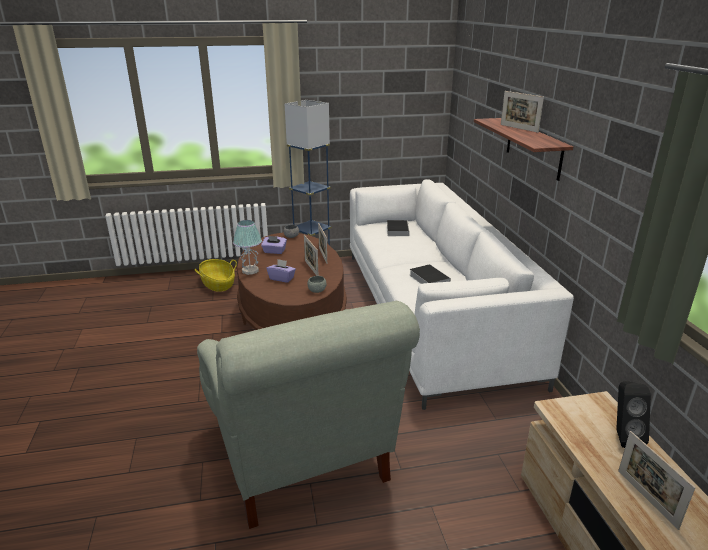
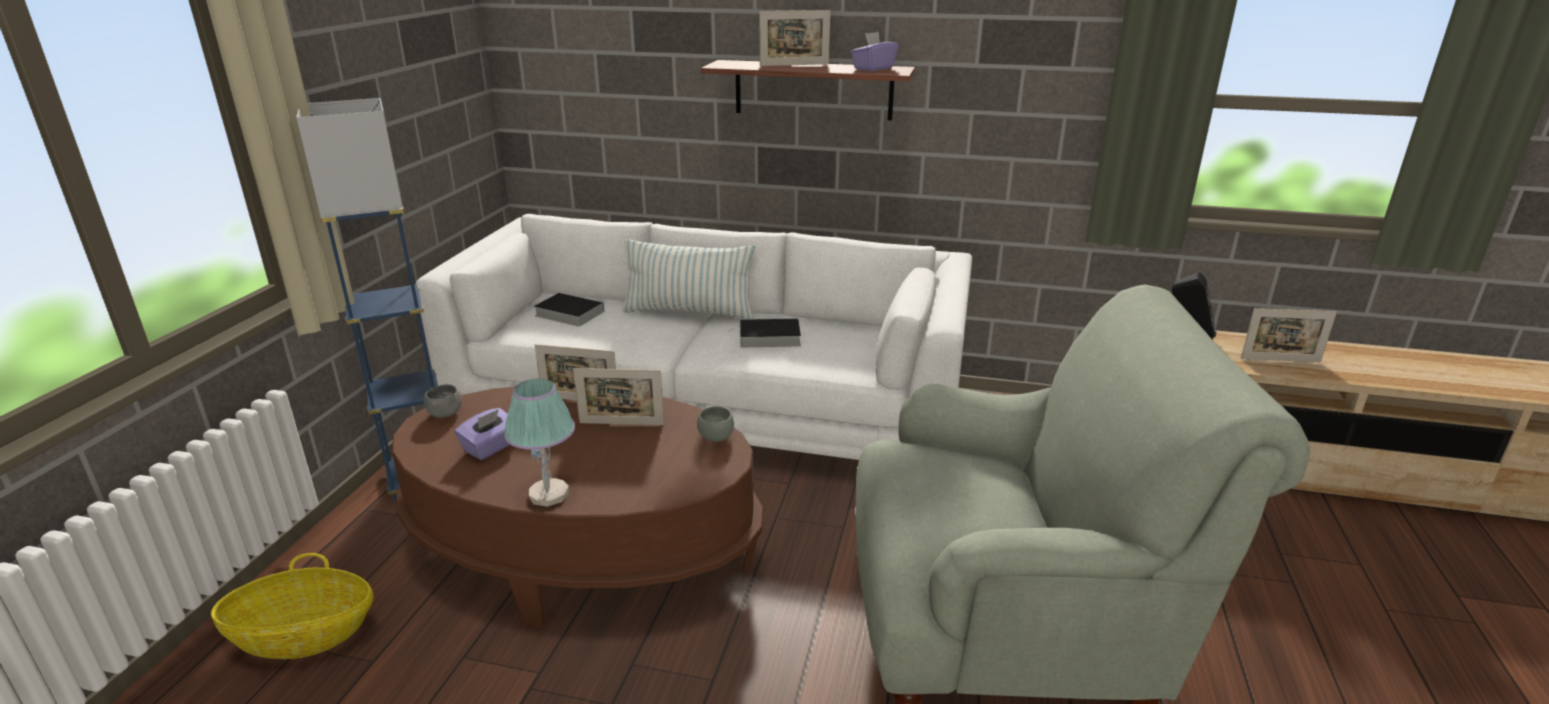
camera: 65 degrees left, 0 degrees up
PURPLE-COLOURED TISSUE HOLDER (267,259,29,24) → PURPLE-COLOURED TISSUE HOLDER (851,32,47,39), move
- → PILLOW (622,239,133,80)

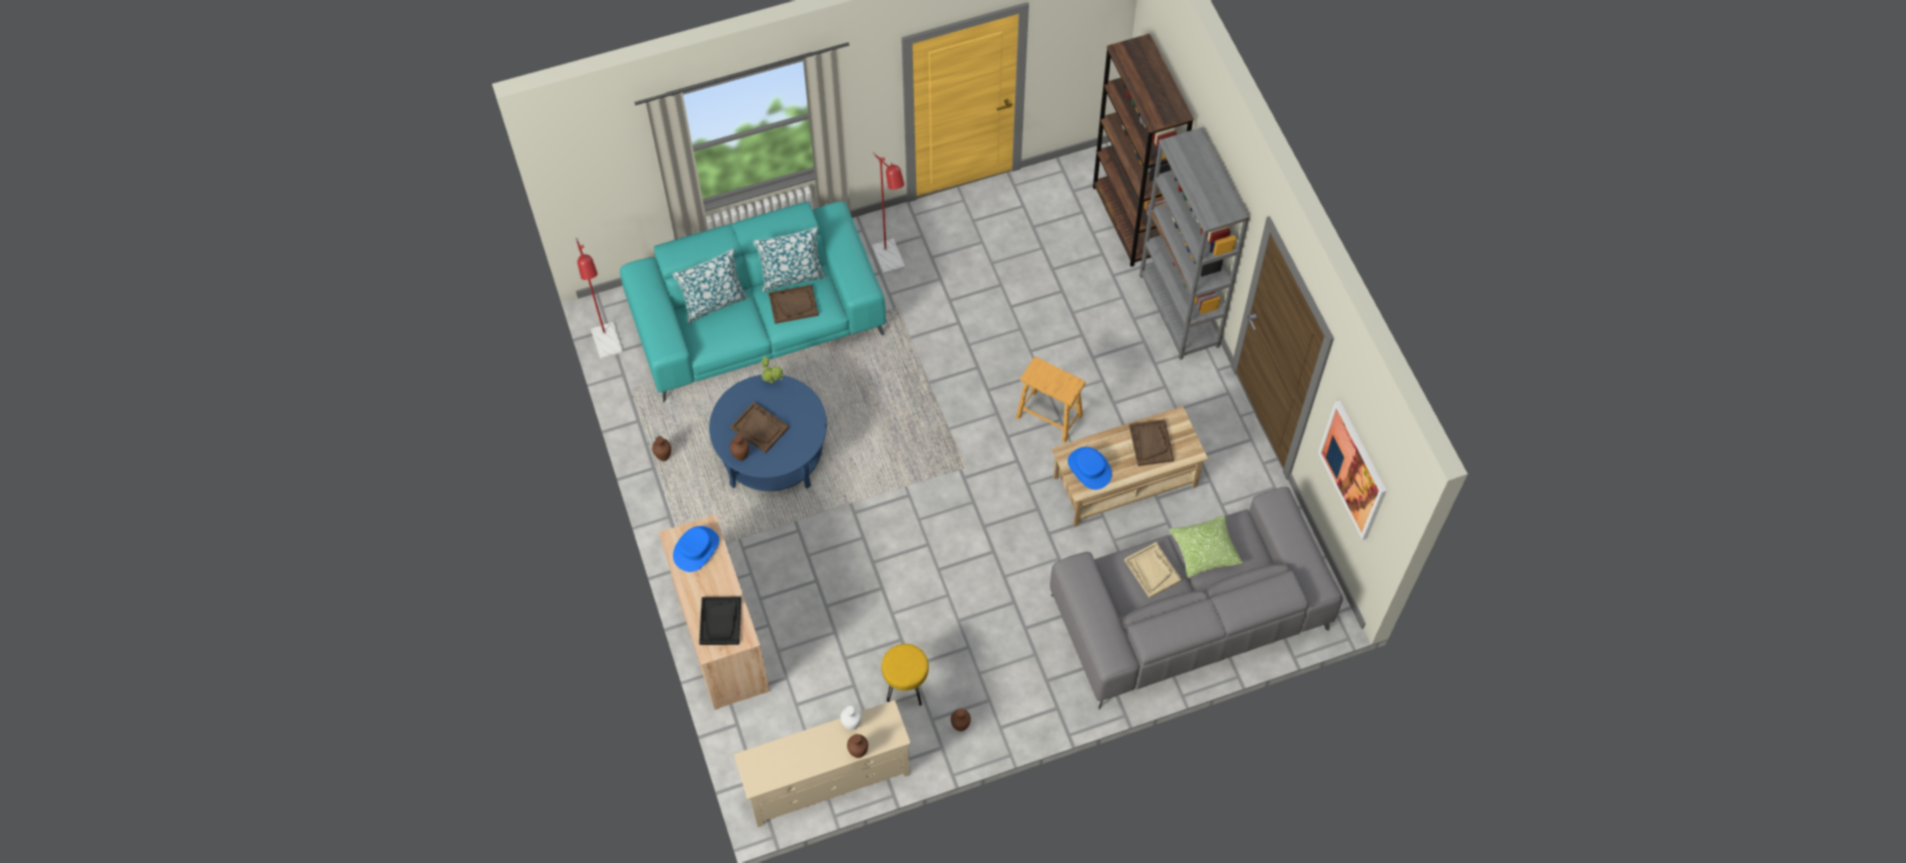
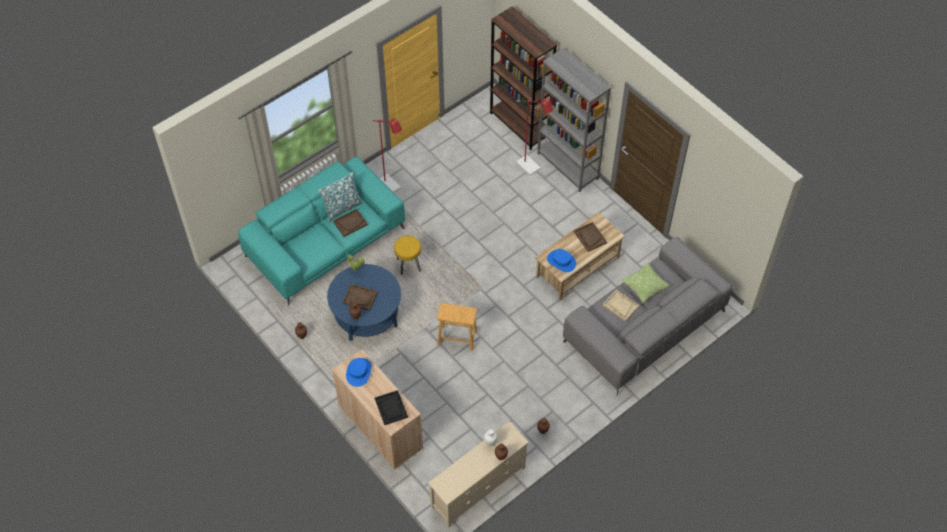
camera: 20 degrees left, 5 degrees down
RED-COLOURED STANDING LAMP (575,238,48,121) → RED-COLOURED STANDING LAMP (516,98,37,78), move
PILLOW (672,249,76,74) → -
BROWN SITTING STOOL (1016,357,70,86) → BROWN SITTING STOOL (437,303,40,48), move
PICTURE (1318,400,69,140) → -
YELLOW SITTING STOOL (881,644,48,62) → YELLOW SITTING STOOL (394,236,27,39), move

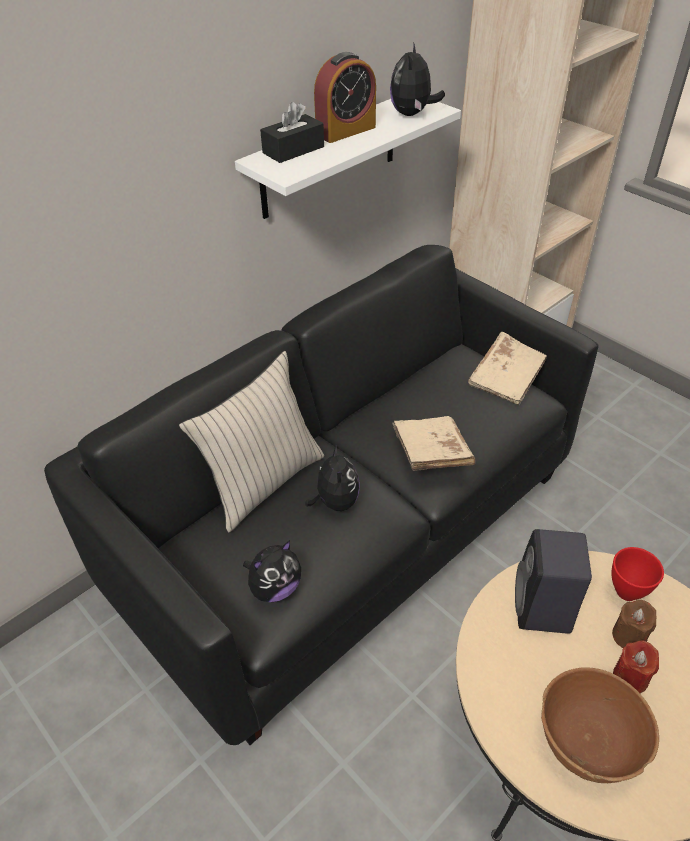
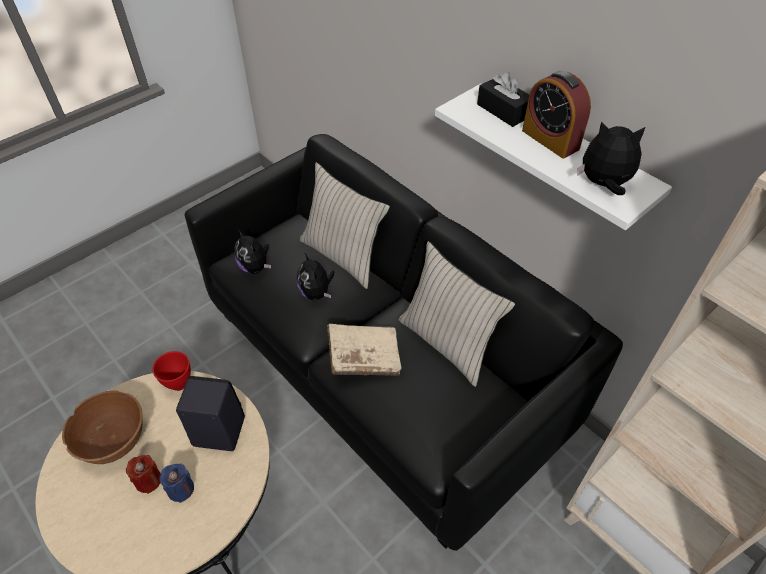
camera: 90 degrees right, 5 degrees up
SAND-COLOURED BOUND BOOK (468,332,79,73) → -
CUDDLY TOY (305,444,55,67) → CUDDLY TOY (297,252,37,48), 75 degrees clockwise
RED-COLOURED DEEP DISH (612,547,52,54) → RED-COLOURED DEEP DISH (152,351,39,40), move
BROWN WAX CANDLE (612,600,44,48) → BLUE-COLOURED WAX CANDLE (159,464,35,39)
- → SAND-COLOURED PILLOW (399,241,116,146)

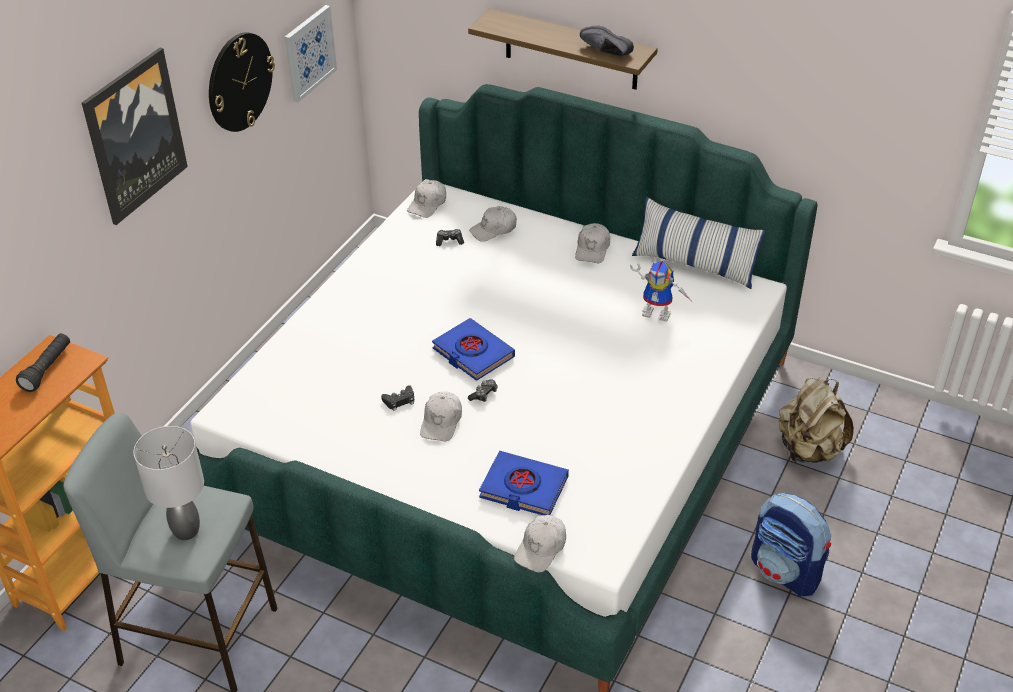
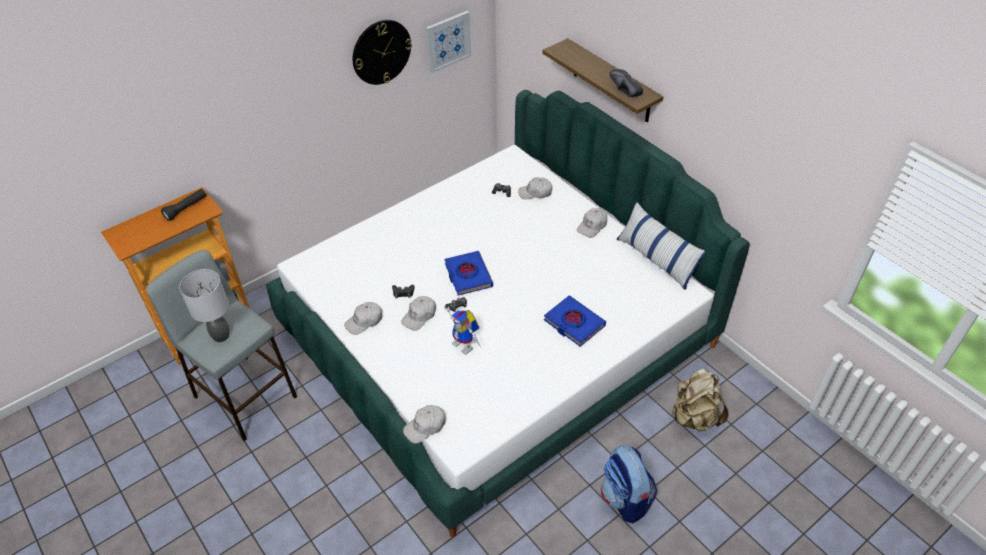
camera: 25 degrees right, 5 degrees up
PICTURE (82,48,106,177) → -
WHITISH PEAKED CAP (407,180,39,38) → WHITISH PEAKED CAP (344,302,38,33), move
MODEL ROBOT (630,260,61,62) → MODEL ROBOT (444,305,37,50), move
BLUE-COLOURED BOUND BOOK (479,451,90,64) → BLUE-COLOURED BOUND BOOK (544,296,62,51), move

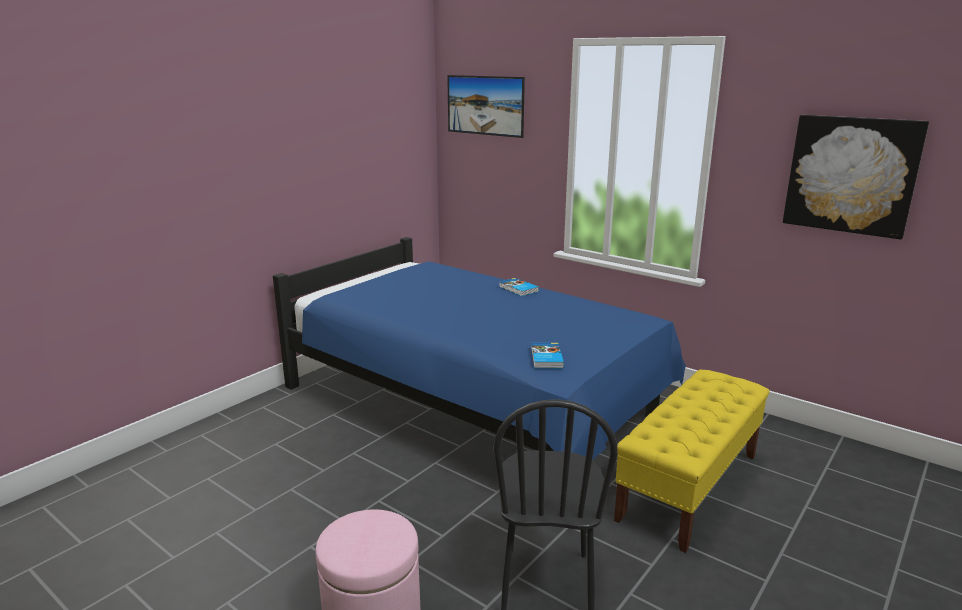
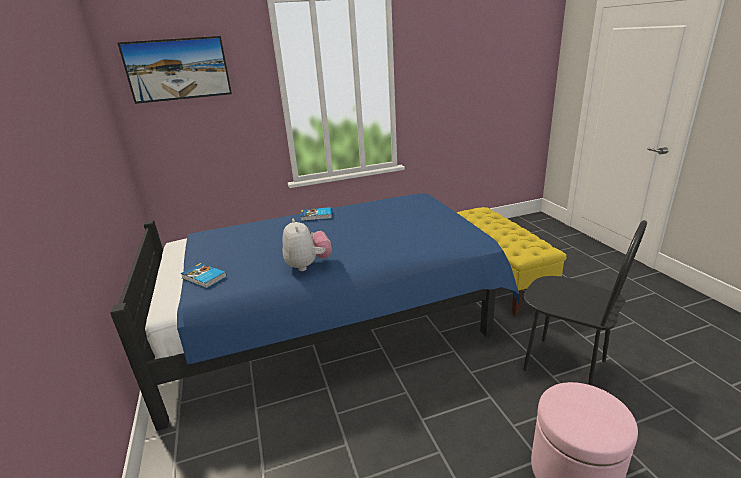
camera: 55 degrees left, 5 degrees up
PICTURE (783,115,146,124) → -
BOUND BOOK (531,343,33,25) → BOUND BOOK (180,263,47,25), move
- → CUDDLY TOY (282,219,50,52)

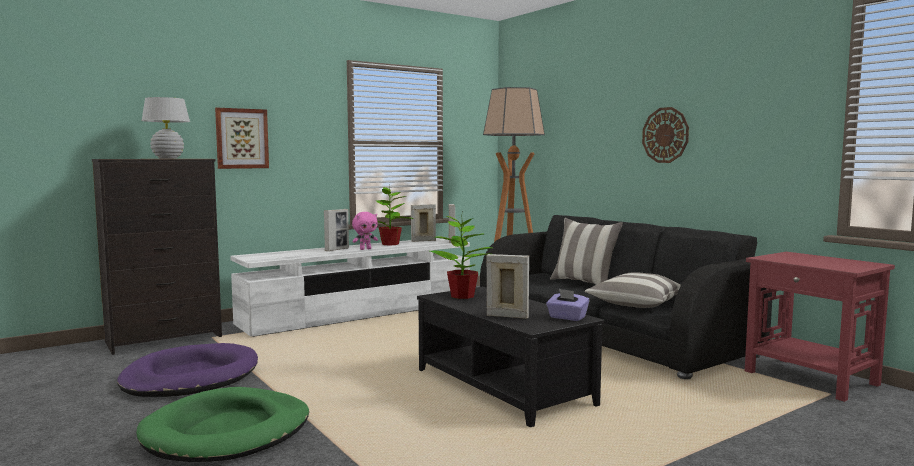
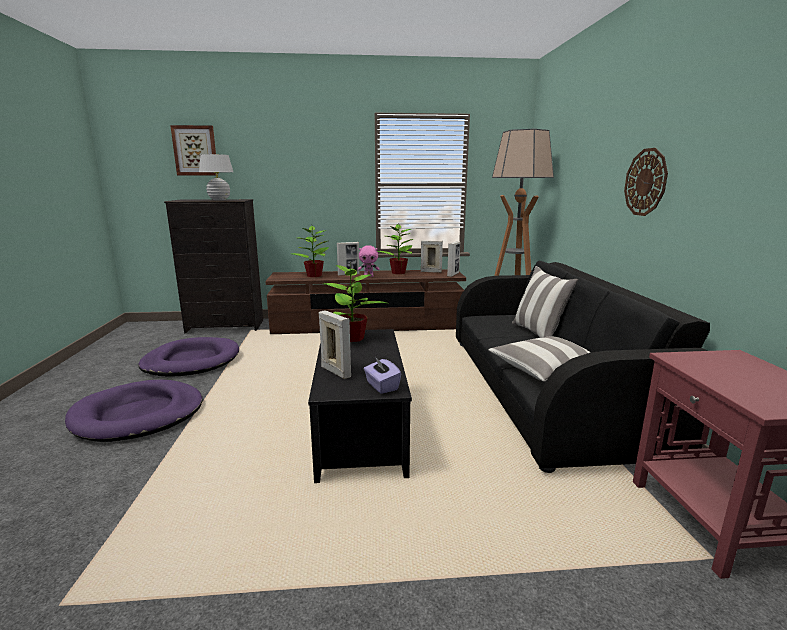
camera: 30 degrees right, 10 degrees up
PICTURE (215,108,54,61) → PICTURE (170,125,46,50), move
WHITISH MEDIA CONSOLE (230,238,240,99) → BROWN MEDIA CONSOLE (265,269,201,65)
GREEN PET BED (136,387,173,75) → PURPLE-COLOURED PET BED (65,380,138,62)
- → HOUSEPLANT (292,226,37,51)

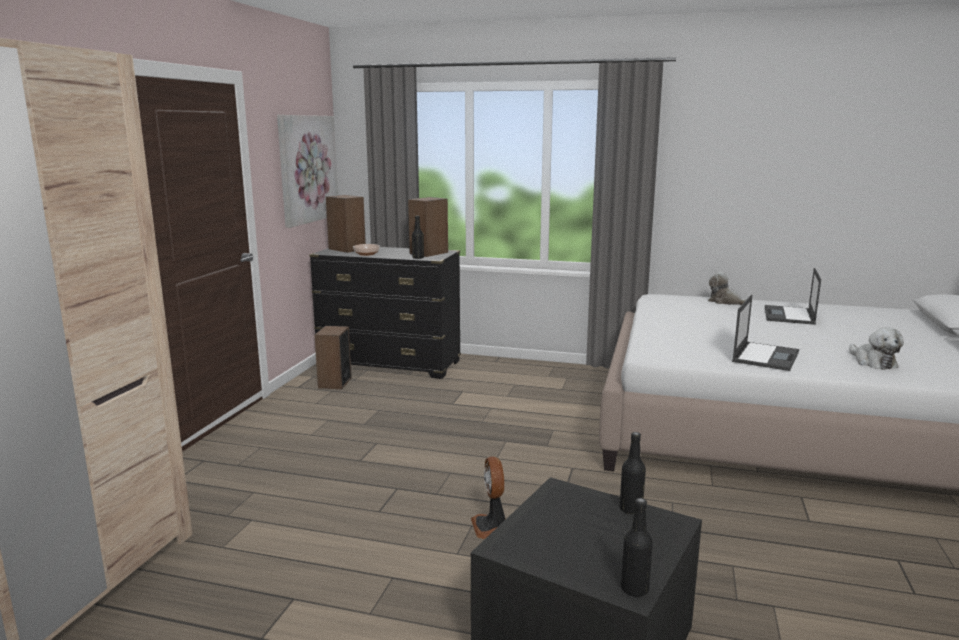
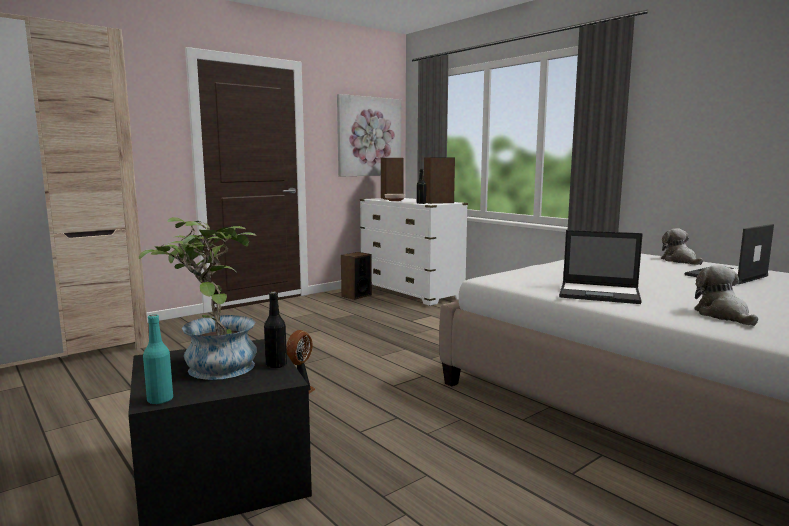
camera: 35 degrees right, 5 degrees down
BLACK DRAWER CHEST (309,247,152,132) → WHITISH DRAWER CHEST (360,198,108,108)
LAPTOP (732,295,67,76) → LAPTOP (559,230,84,74), 45 degrees clockwise
CUDDLY TOY (849,327,55,43) → CUDDLY TOY (694,265,64,61), 150 degrees clockwise
BLACK BOTTLE (621,498,32,99) → TURQUOISE BOTTLE (143,314,30,90)
- → HOUSEPLANT (139,217,118,163)

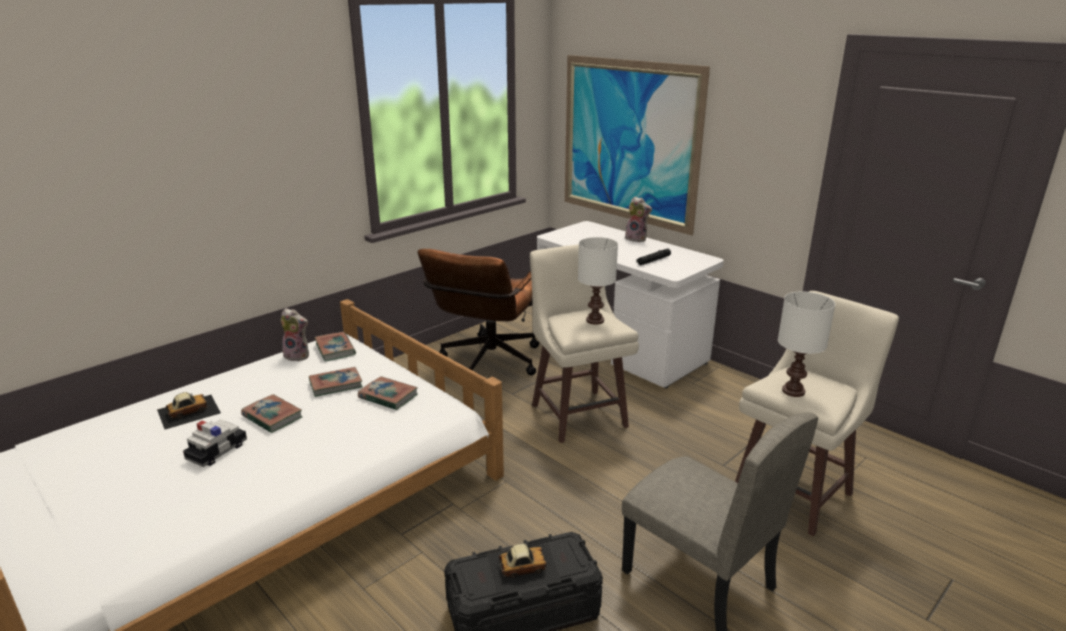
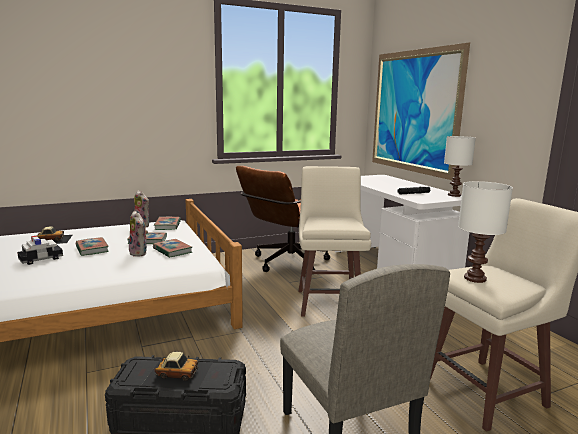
camera: 20 degrees right, 10 degrees down
CUDDLY TOY (625,196,27,46) → CUDDLY TOY (129,211,19,46), move
WHITISH LAMP FOR A TABLE (578,237,40,88) → WHITISH LAMP FOR A TABLE (444,136,32,61), move

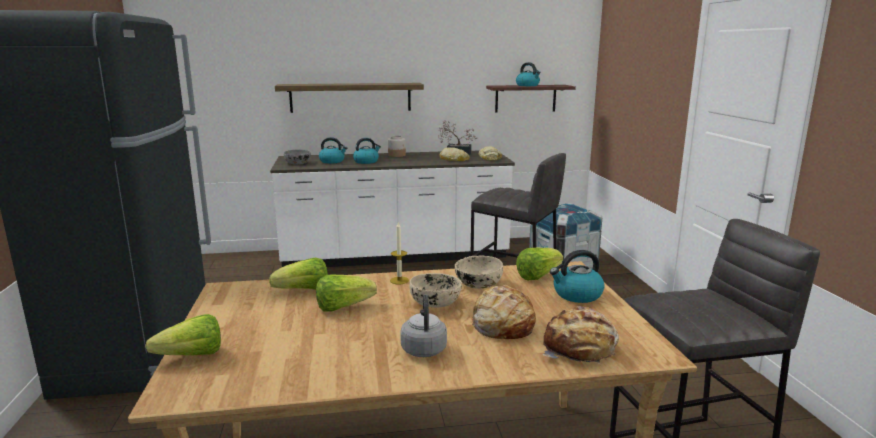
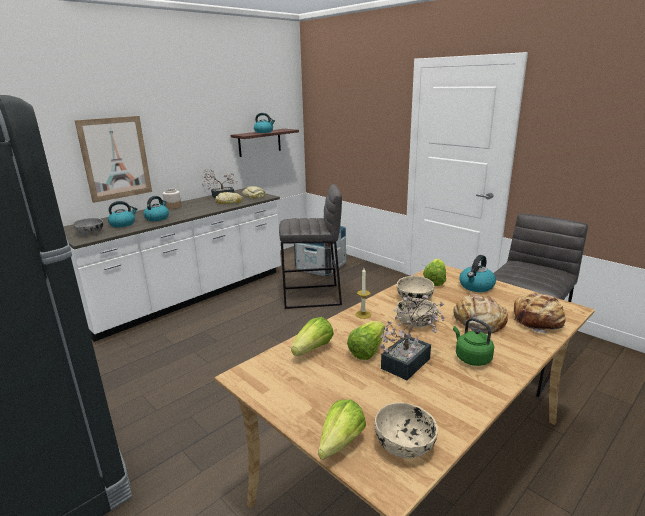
camera: 35 degrees left, 5 degrees up
WALL SHELF (275,83,149,30) → PICTURE (74,116,78,87)
GREY TEA KETTLE (400,295,47,62) → GREEN TEA KETTLE (453,318,41,48)
- → HOUSEPLANT (380,295,65,85)
- → SAND-COLOURED DEEP DISH (374,403,64,56)

